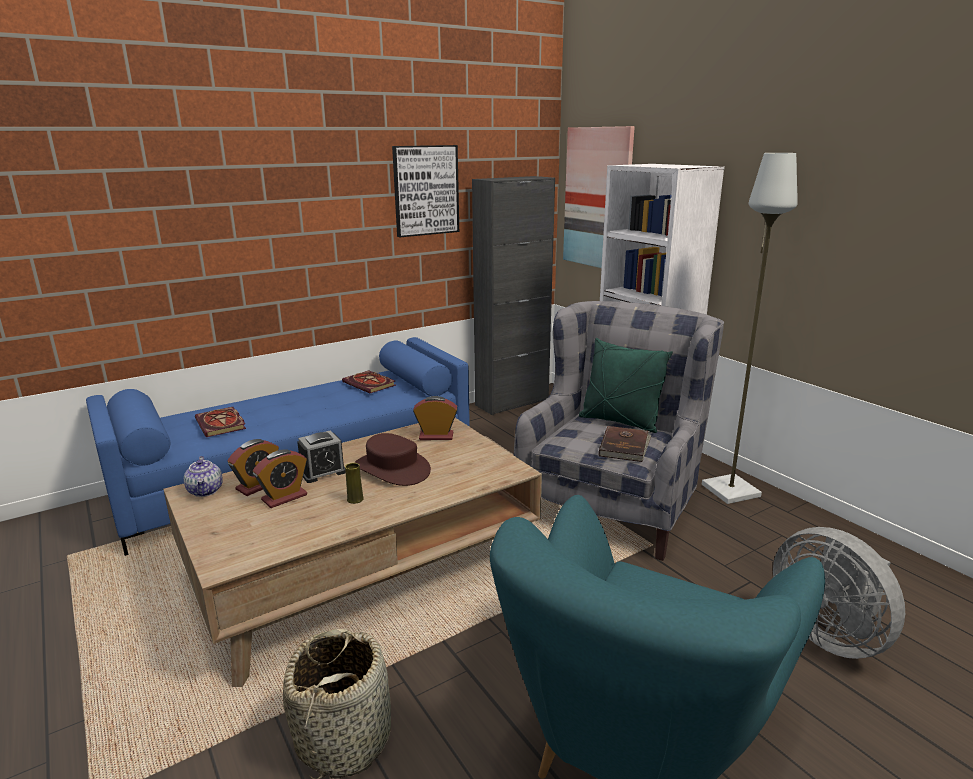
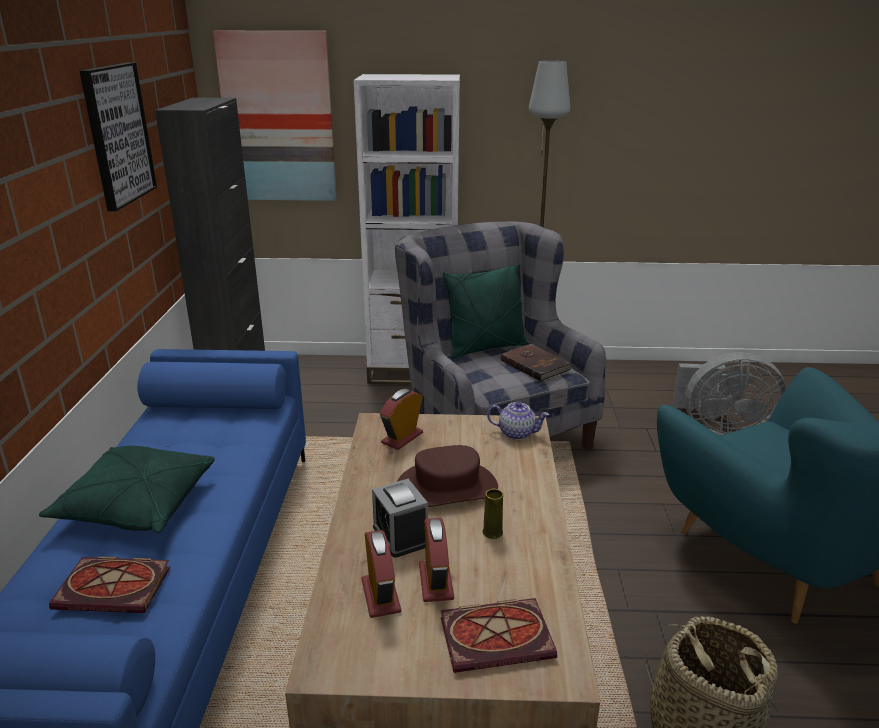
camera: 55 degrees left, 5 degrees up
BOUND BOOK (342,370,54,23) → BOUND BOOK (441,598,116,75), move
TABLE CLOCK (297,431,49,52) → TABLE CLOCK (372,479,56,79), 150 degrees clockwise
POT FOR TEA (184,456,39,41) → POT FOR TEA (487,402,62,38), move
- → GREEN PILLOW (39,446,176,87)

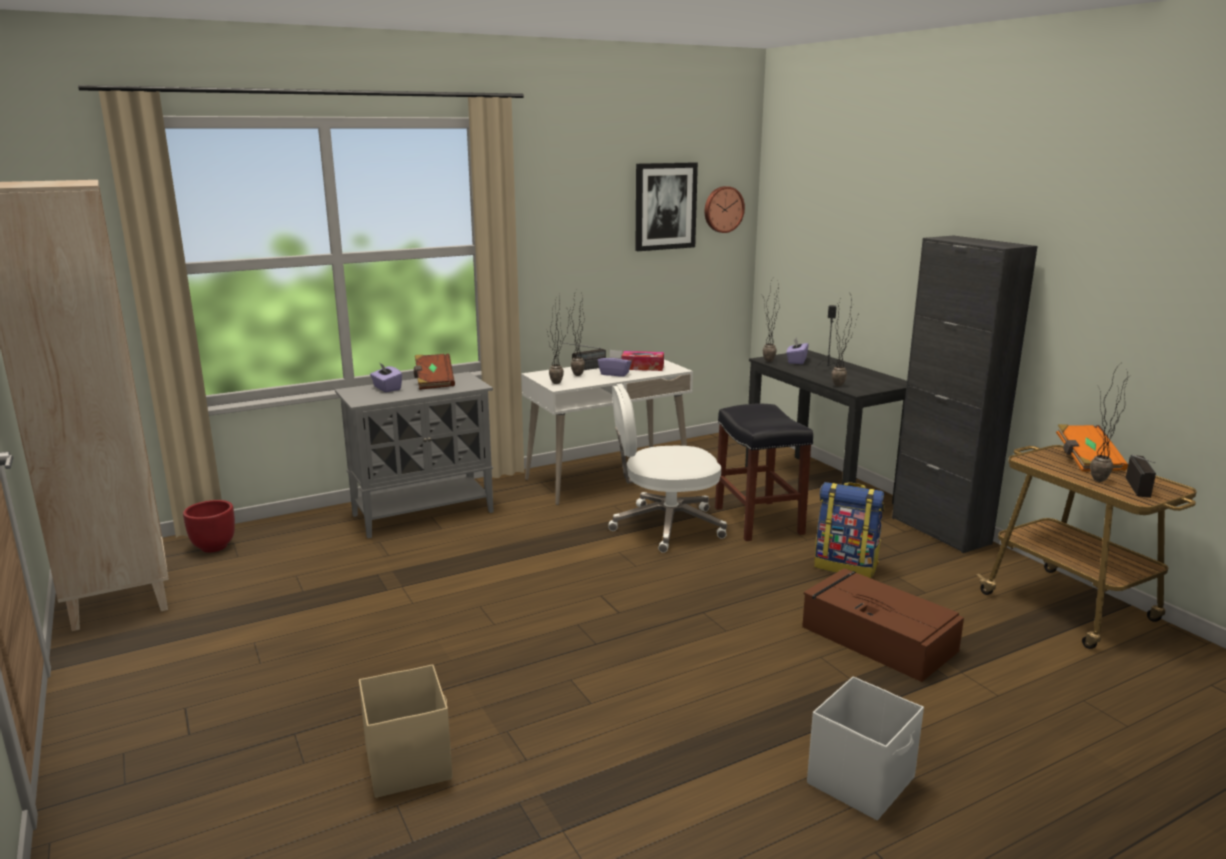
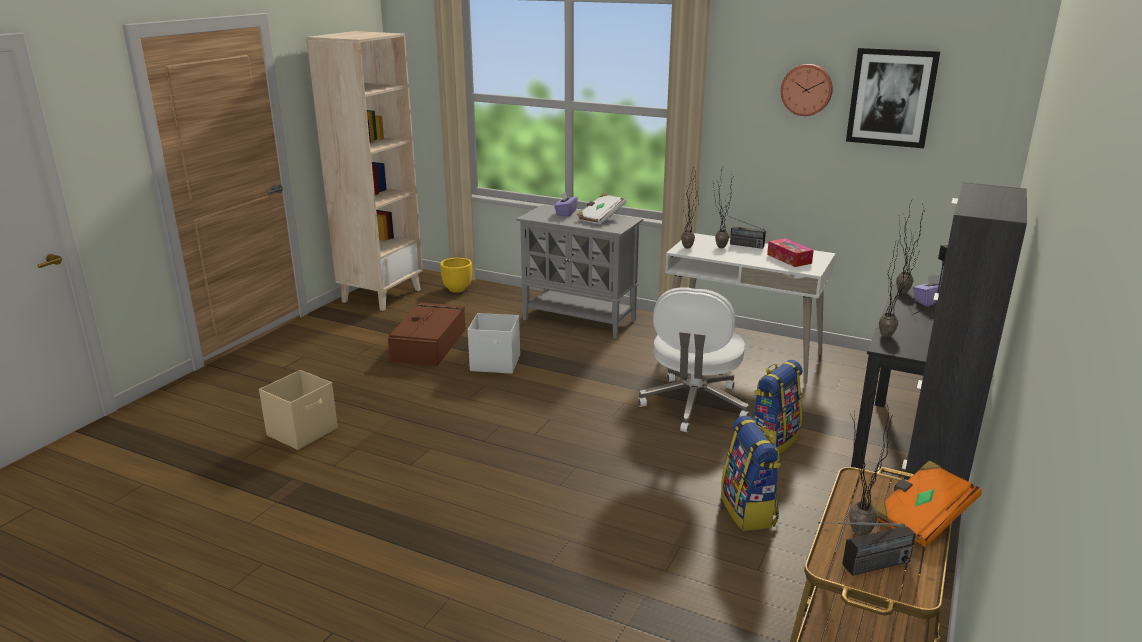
camera: 55 degrees right, 5 degrees up
CLOCK ON THE WALL (705,186,40,47) → CLOCK ON THE WALL (781,64,52,52), move
PURPLE-COLOURED TISSUE HOLDER (598,350,34,27) → -
BROWN BOUND BOOK (414,354,41,36) → WHITISH BOUND BOOK (577,193,49,32)
WHITISH OFFICE CHAIR (608,384,119,169) → WHITISH OFFICE CHAIR (638,287,111,145), 120 degrees counterclockwise
BLACK SITTING STOOL (715,403,98,138) → KNAPSACK (752,360,50,95)
RED-COLOURED PLANTER (183,500,52,53) → YELLOW PLANTER (440,258,32,35)
BROWN STORAGE BOX (802,568,162,114) → BROWN STORAGE BOX (388,303,78,63), move
WHITISH STORAGE BOX (807,676,117,144) → WHITISH STORAGE BOX (468,313,52,61), move

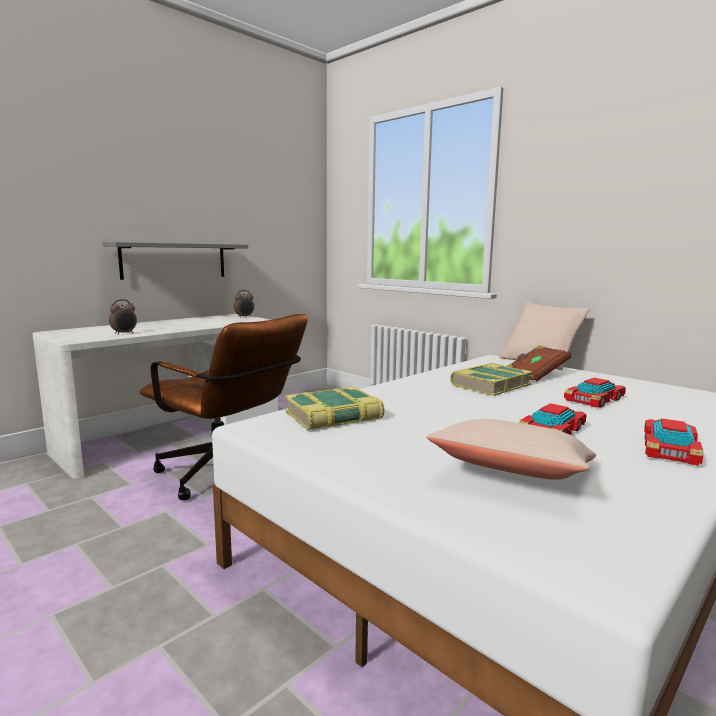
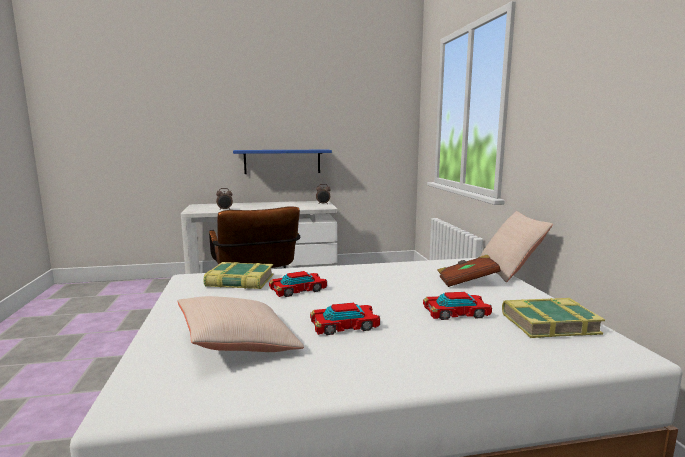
camera: 35 degrees right, 0 degrees up
GREY WALL SHELF (103,242,145,38) → BLUE-COLOURED WALL SHELF (233,150,99,24)
BOUND BOOK (450,363,82,33) → BOUND BOOK (502,298,103,40), move
TOY CAR (644,418,60,48) → TOY CAR (269,271,58,26), move

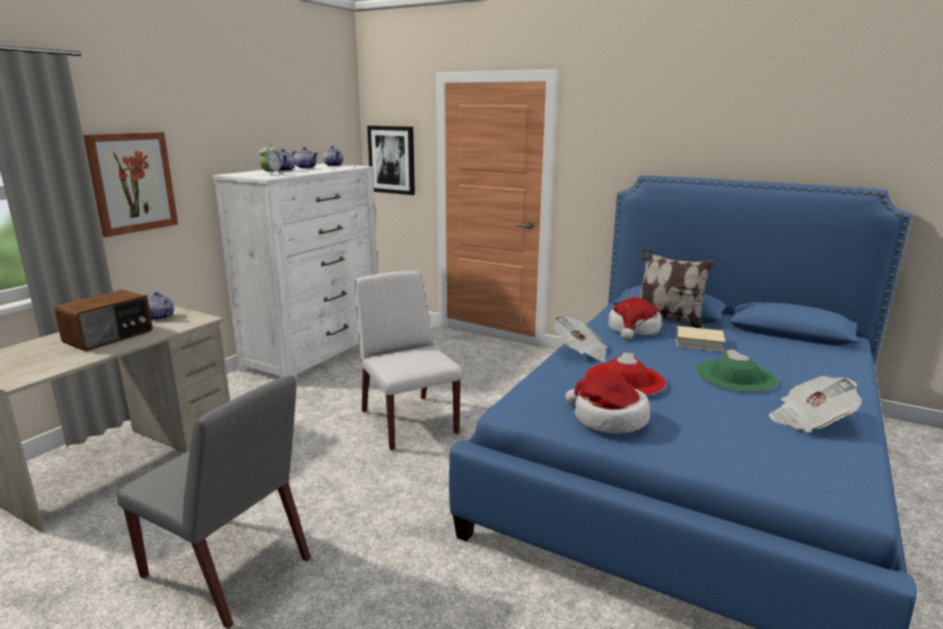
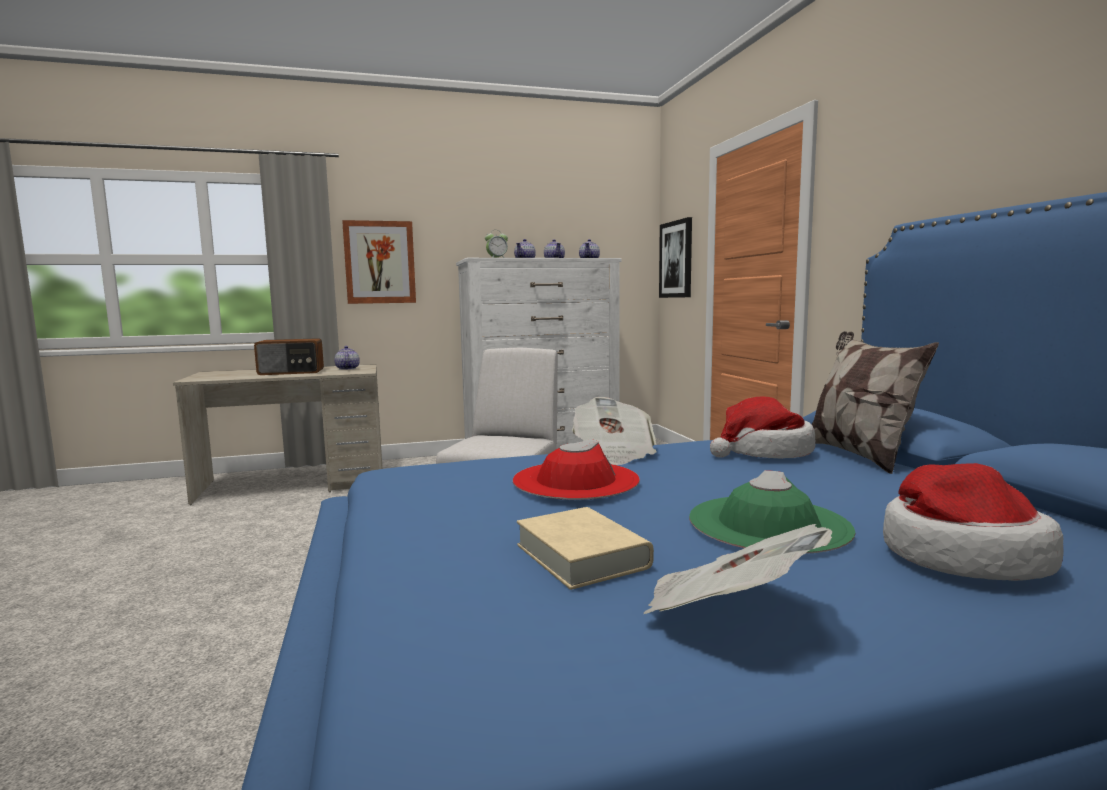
camera: 45 degrees right, 10 degrees down
SAND-COLOURED BOUND BOOK (676,326,49,26) → SAND-COLOURED BOUND BOOK (517,507,137,83), move
CLOTHING HAT (565,371,85,63) → CLOTHING HAT (883,463,180,118), move
GREY UPRIGHT CHAIR (117,375,194,254) → -

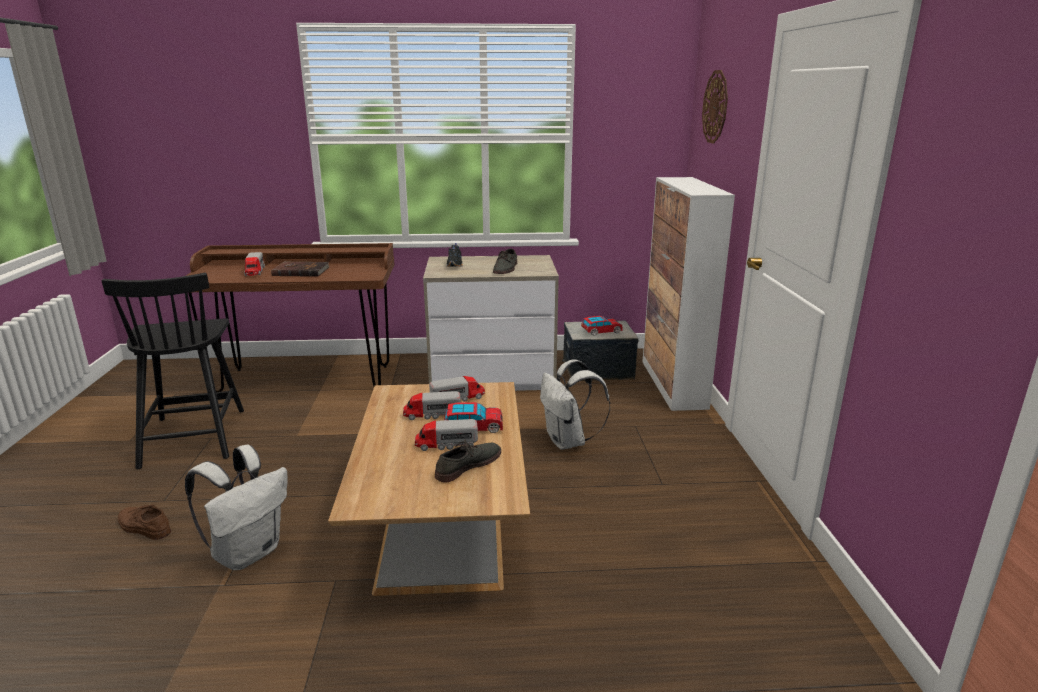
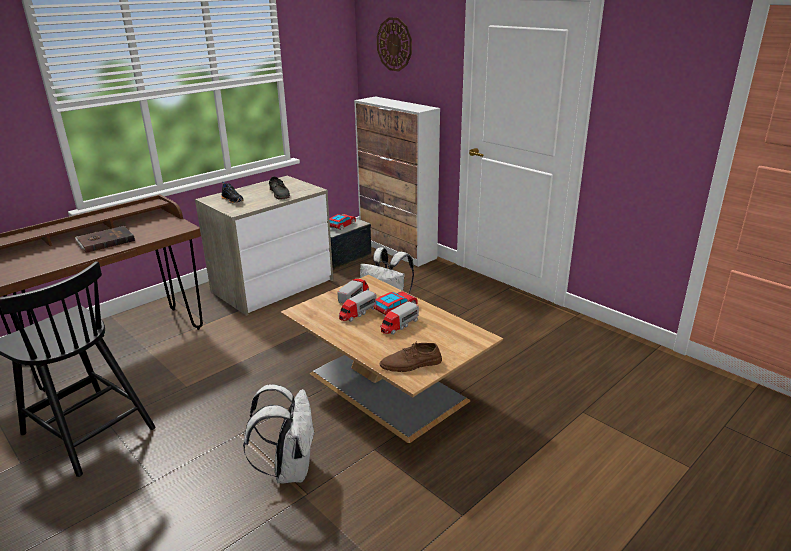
camera: 40 degrees left, 5 degrees up
TOY LORRY (244,252,21,24) → -
GREY ITEM OF FOOTWEAR (435,439,66,44) → -
BROWN ITEM OF FOOTWEAR (118,504,53,36) → BROWN ITEM OF FOOTWEAR (380,341,62,31), move

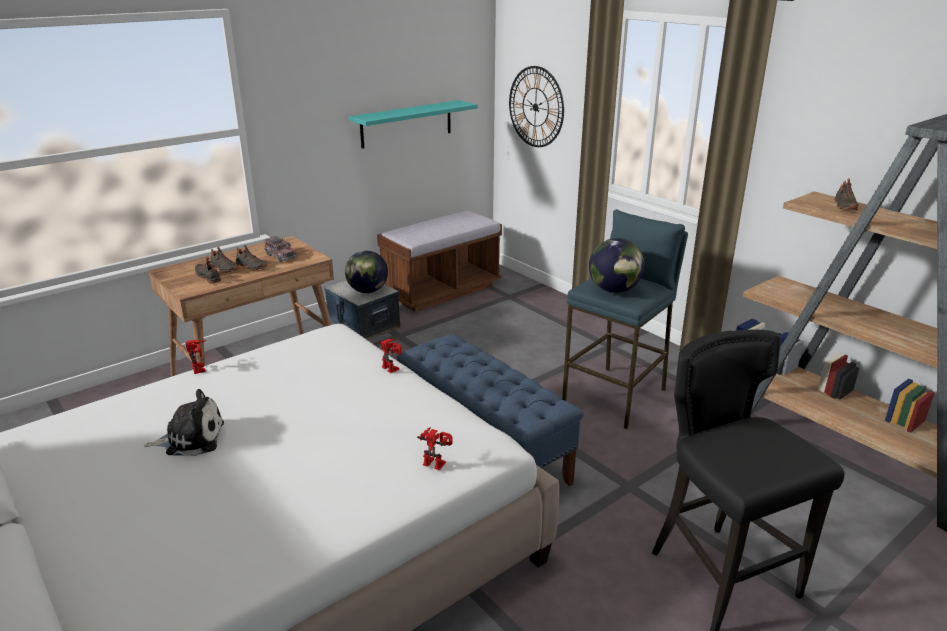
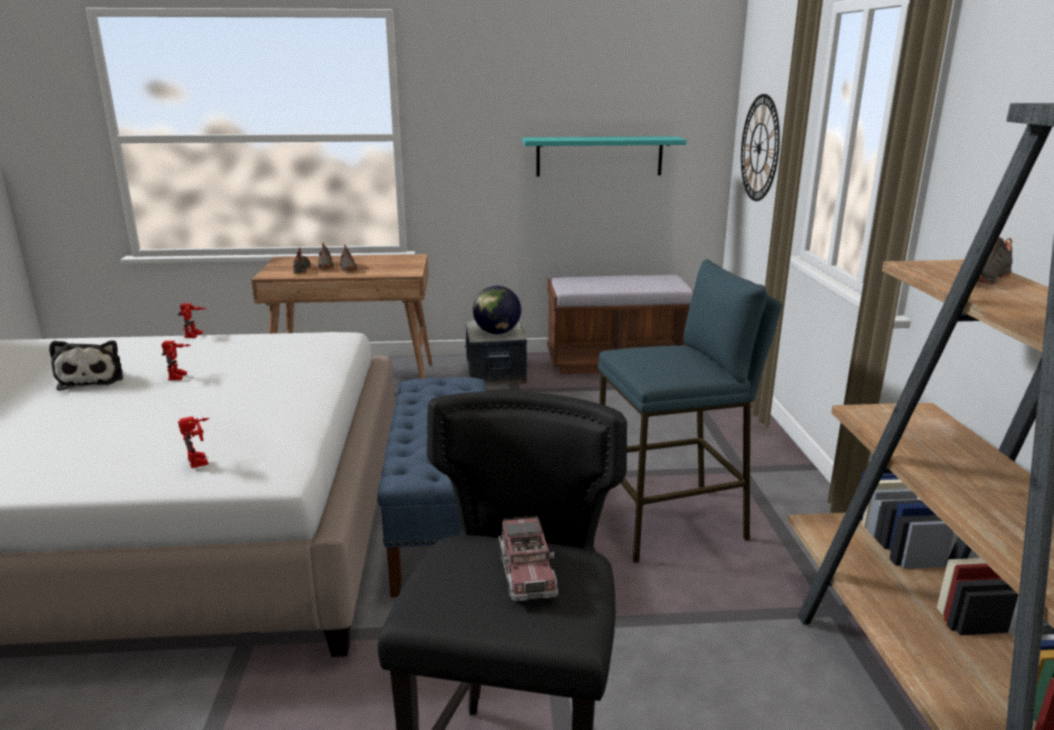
camera: 35 degrees right, 5 degrees down
TOY LORRY (263,236,35,26) → TOY LORRY (499,515,59,86), move
DESK GLOBE (589,238,55,55) → -
MODEL ROBOT (379,339,22,34) → MODEL ROBOT (161,341,30,39), move
CUDDLY TOY (145,389,79,67) → CUDDLY TOY (49,340,74,51), 45 degrees clockwise

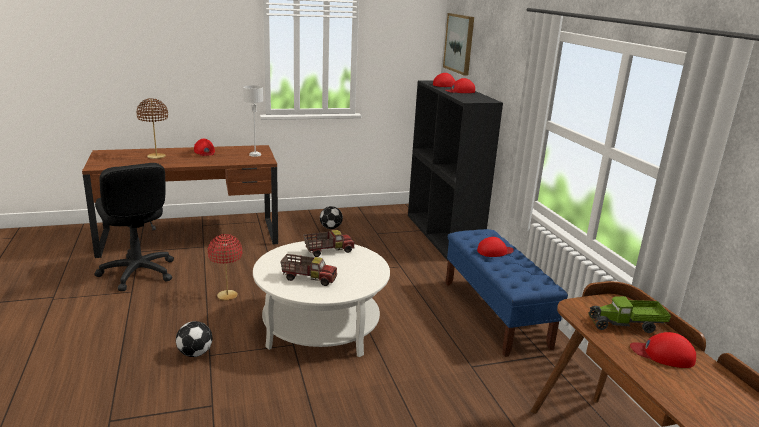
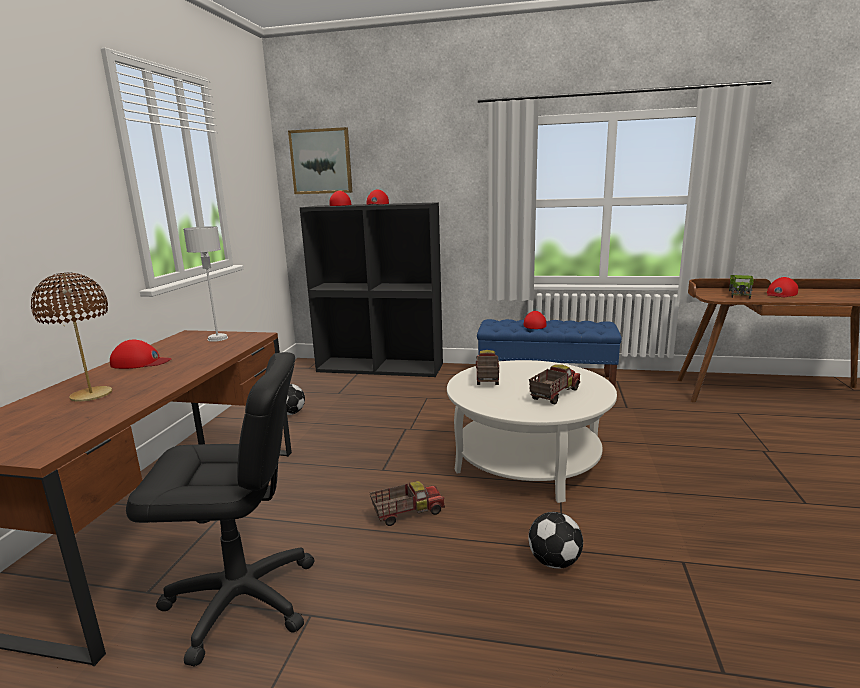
camera: 60 degrees left, 5 degrees down
RED-COLOURED LAMP FOR A TABLE (207,234,36,67) → TOY LORRY (370,481,75,45)

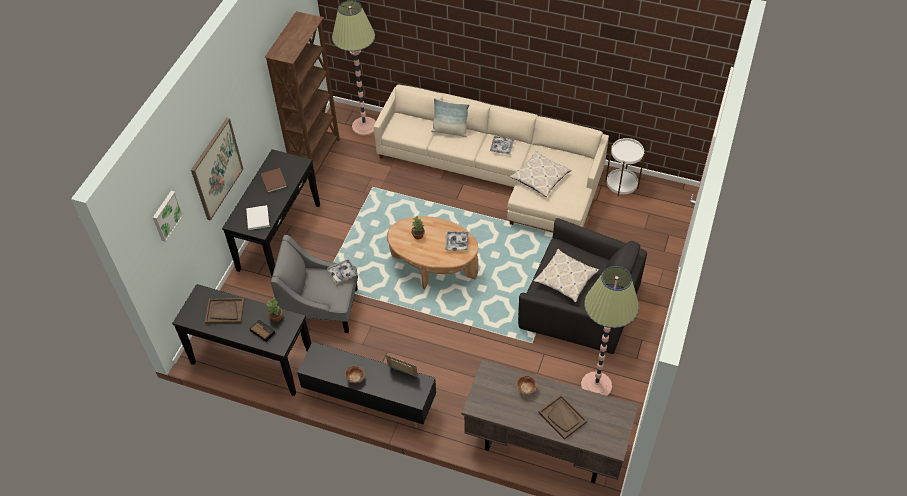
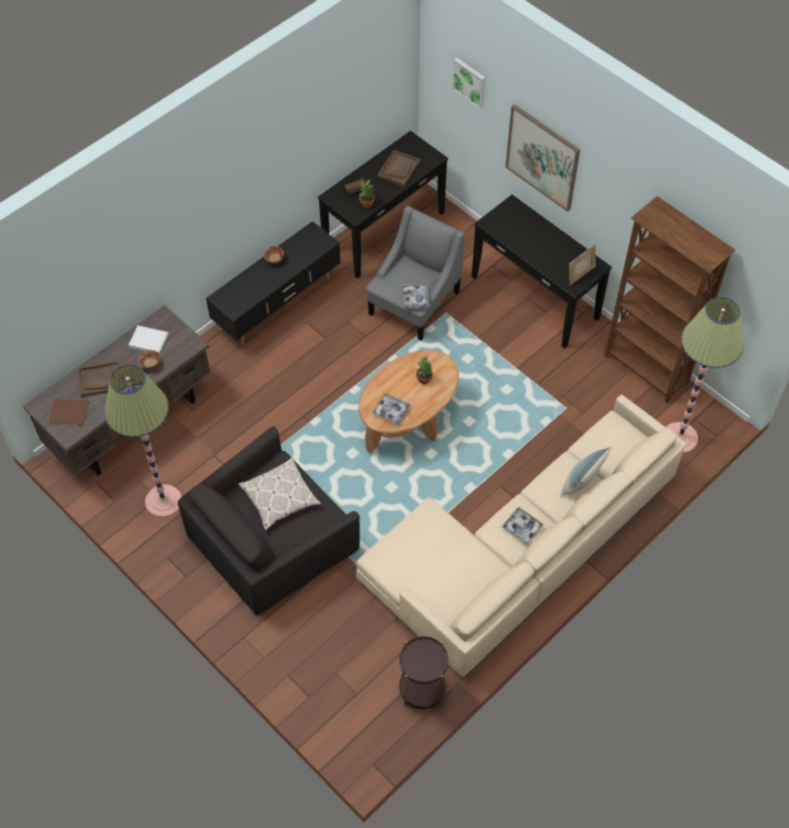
camera: 115 degrees right, 5 degrees up
WHITISH SIDE TABLE (605,138,40,59) → BROWN SIDE TABLE (399,636,49,73)
PILLOW (509,151,62,46) → -
BROWN BOUND BOOK (260,168,27,25) → BROWN BOUND BOOK (49,399,40,26), move
WHITISH BOUND BOOK (246,205,23,25) → WHITISH BOUND BOOK (129,325,40,29), move
PHOTO FRAME (386,354,32,23) → PHOTO FRAME (569,244,27,41), move

